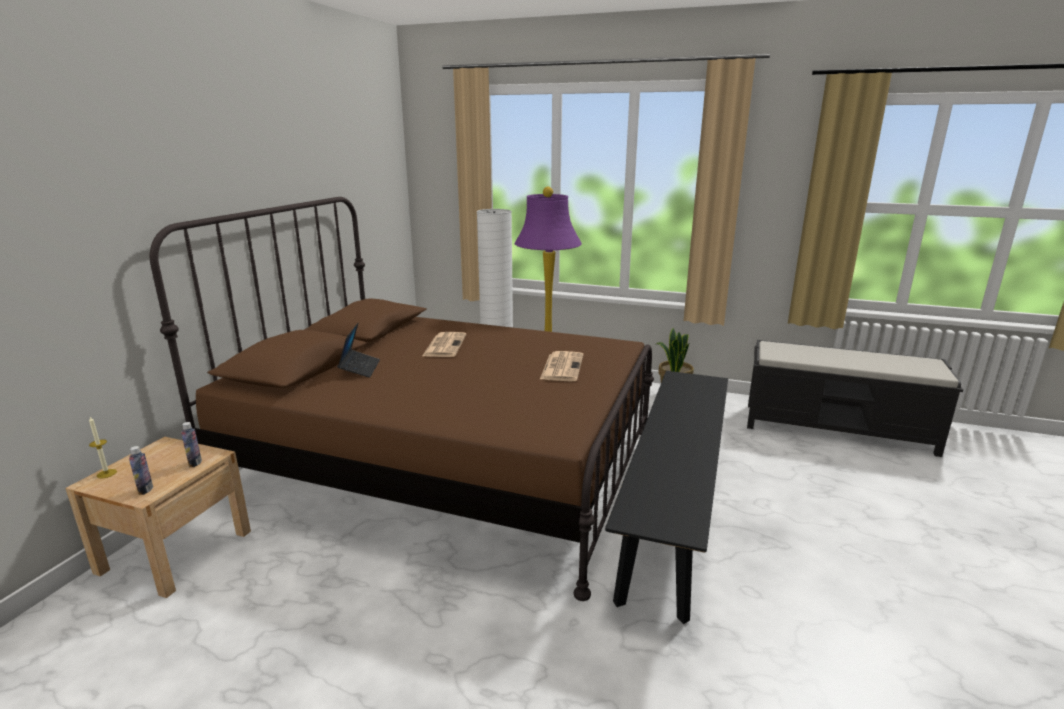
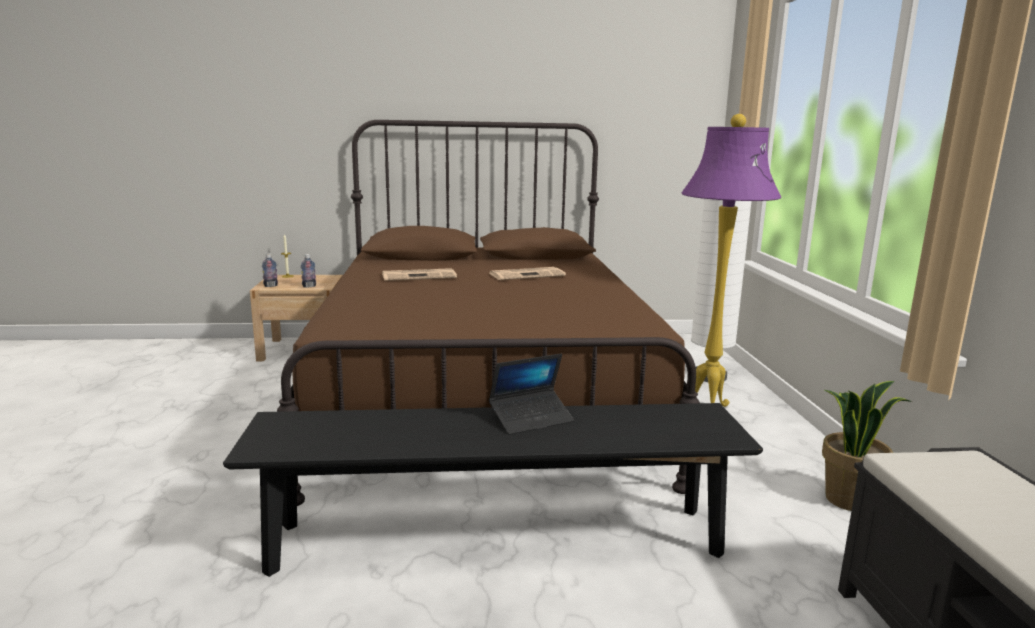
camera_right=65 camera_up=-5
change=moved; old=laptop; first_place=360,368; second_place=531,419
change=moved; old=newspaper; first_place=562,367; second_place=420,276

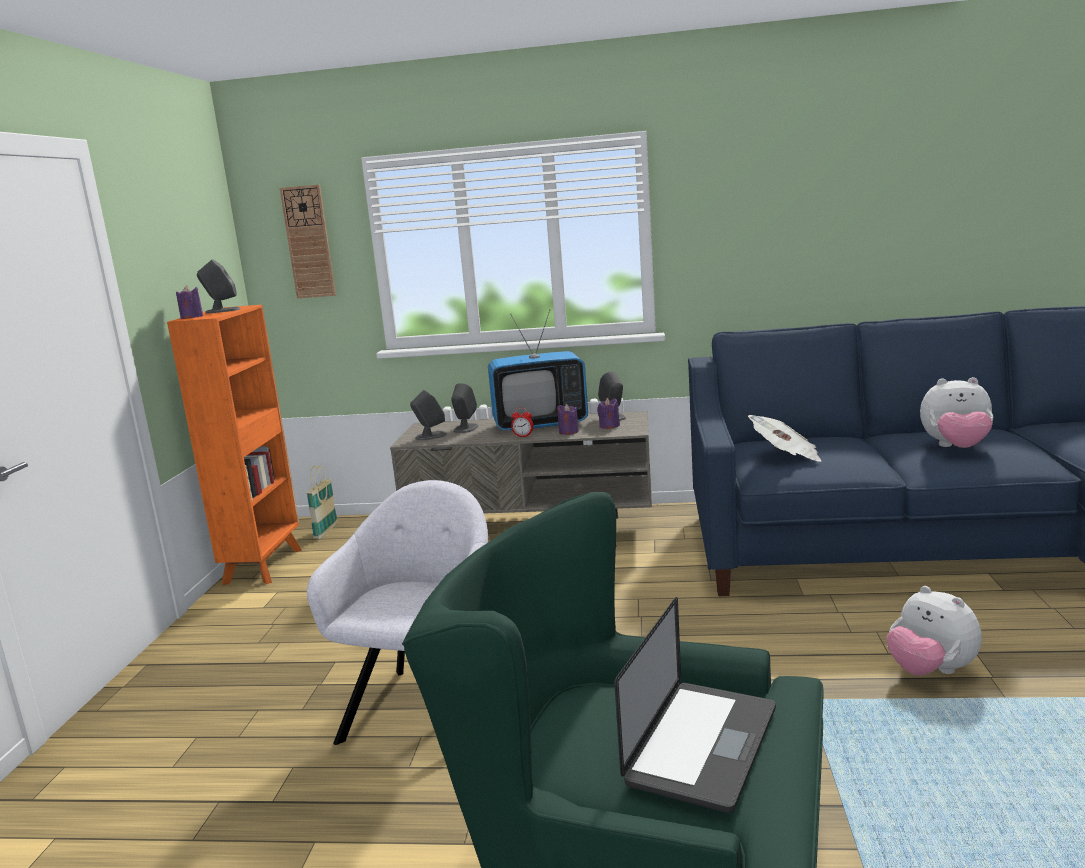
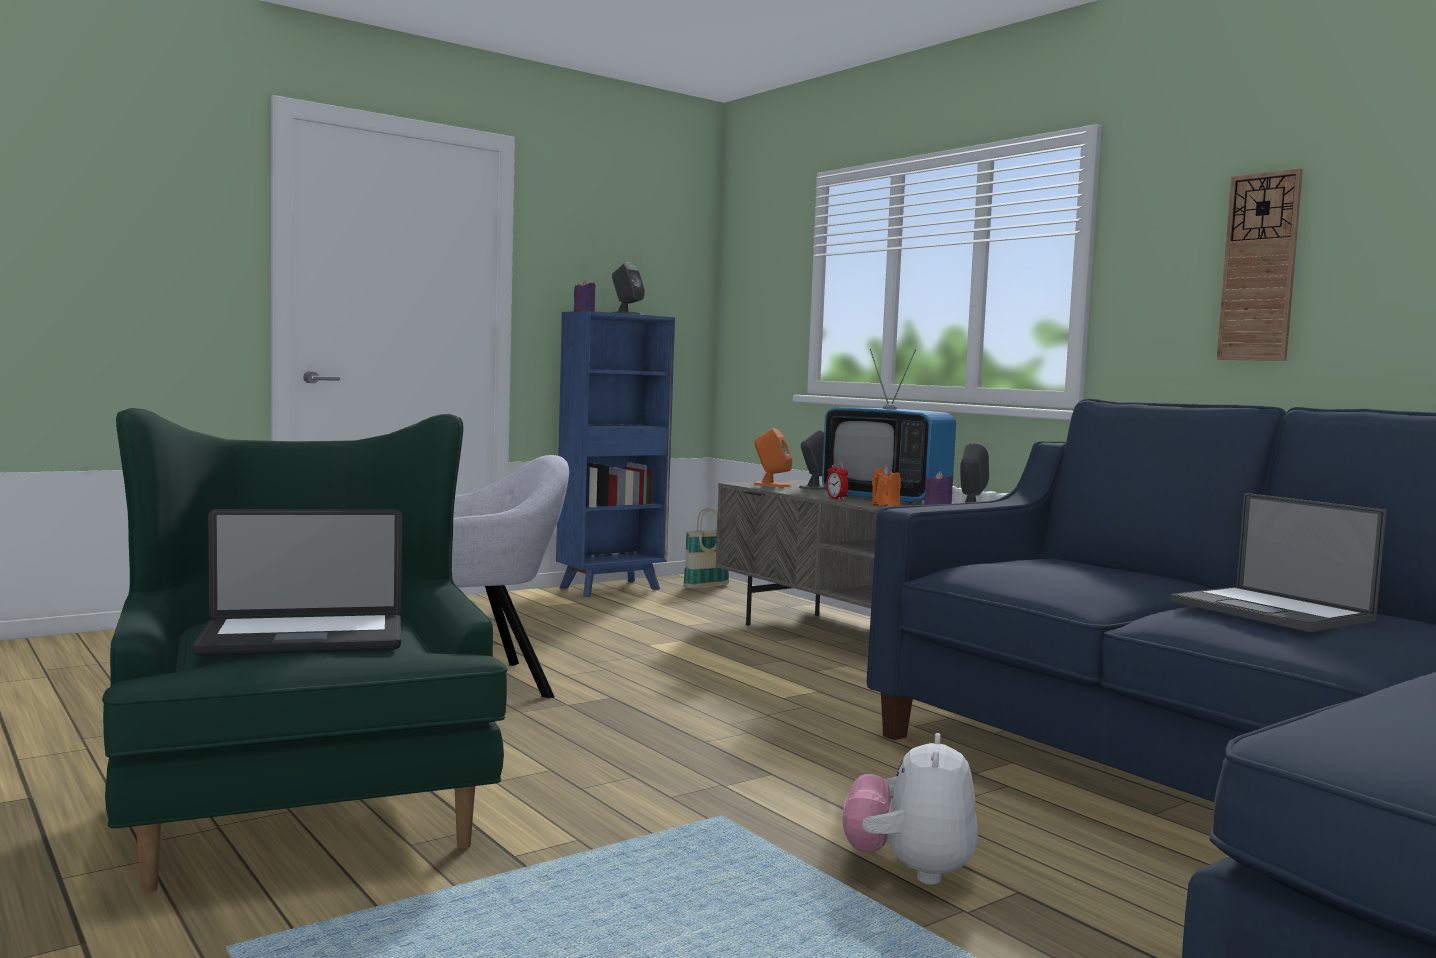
camera_right=45 camera_up=-10
change=removed; old=newspaper; first_place=786,456
change=moved; old=wall_clock; first_place=308,242; second_place=1259,267
change=replaced; old=plush_toy; new=laptop; first_place=956,448; second_place=1273,611
change=recoloured; old=orange_bookcase; new=blue_bookcase; first_place=264,565; second_place=612,588
change=recoloured; old=grey_speaker; new=orange_speaker; first_place=430,436; second_place=771,485
change=recoloured; old=purple_candle; new=orange_candle; first_place=568,432; second_place=885,505

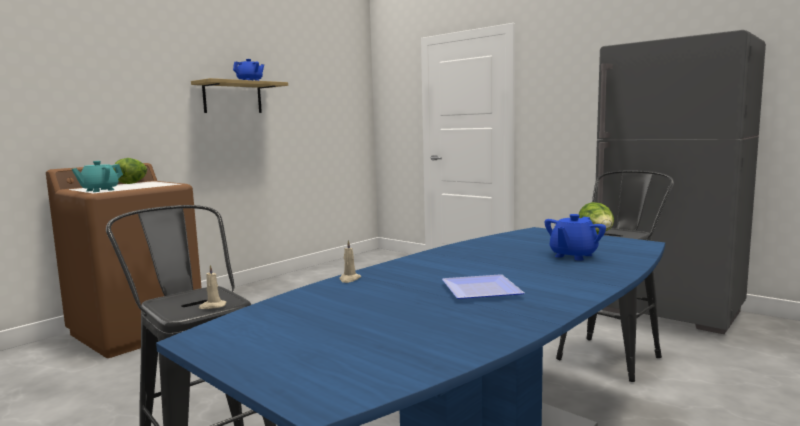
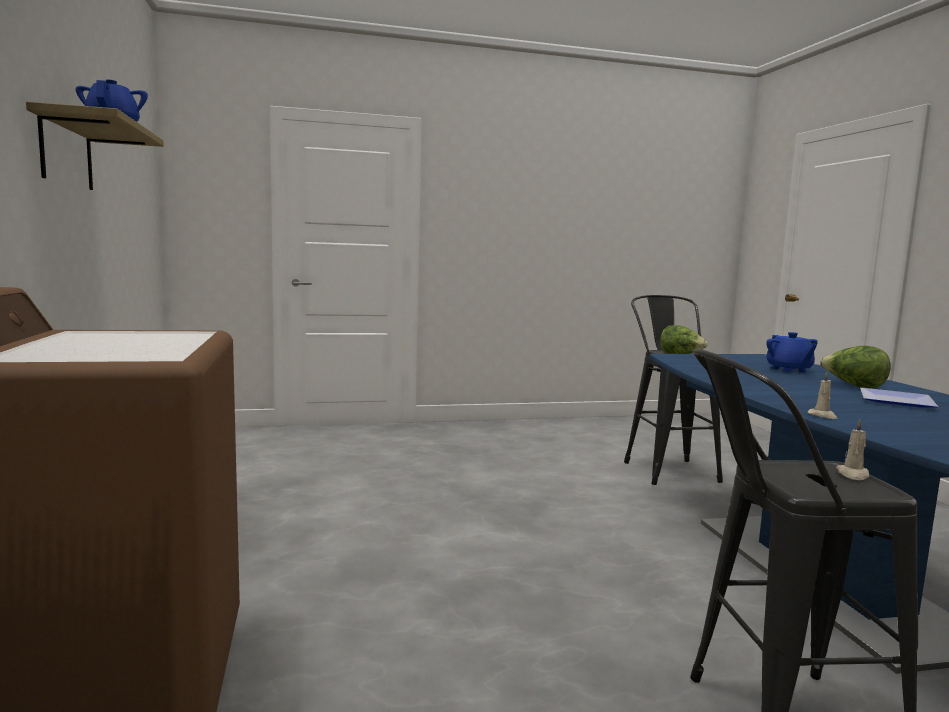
camera_right=-55 camera_up=0
change=removed; old=turquoise_teapot; first_place=99,190
change=removed; old=grey_fridge; first_place=668,313
change=moved; old=lettuce; first_place=132,183; second_place=853,386

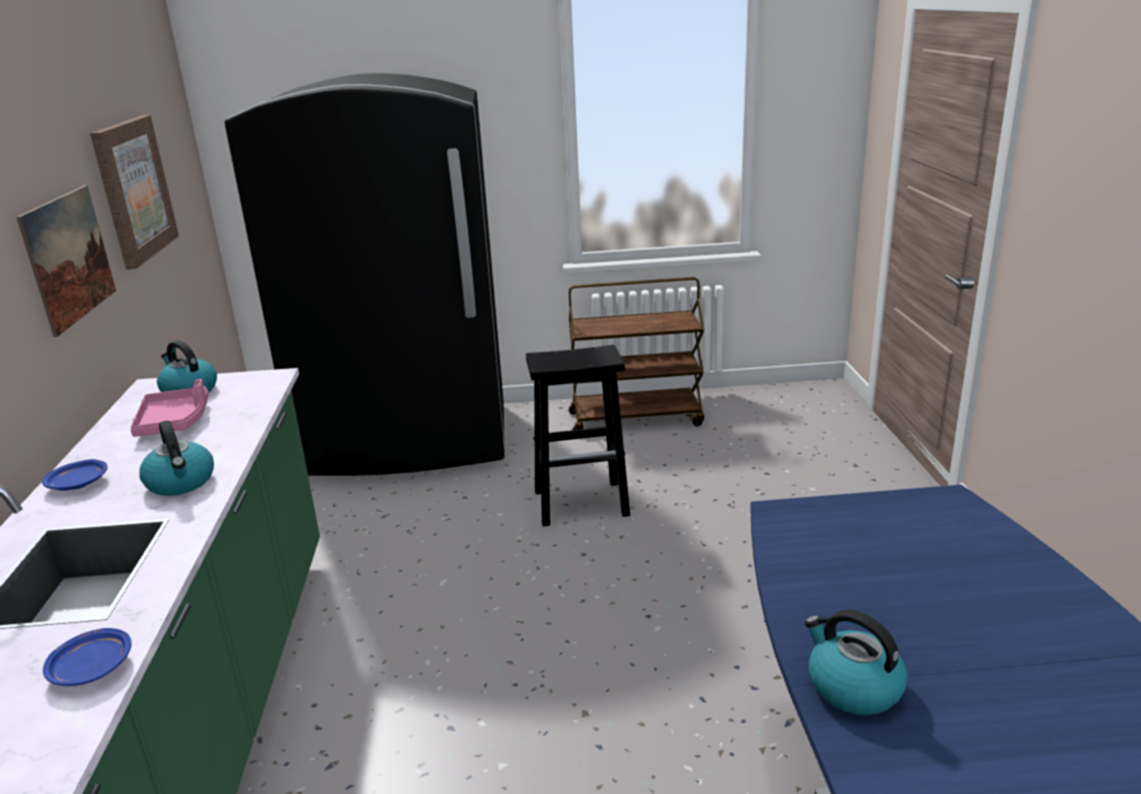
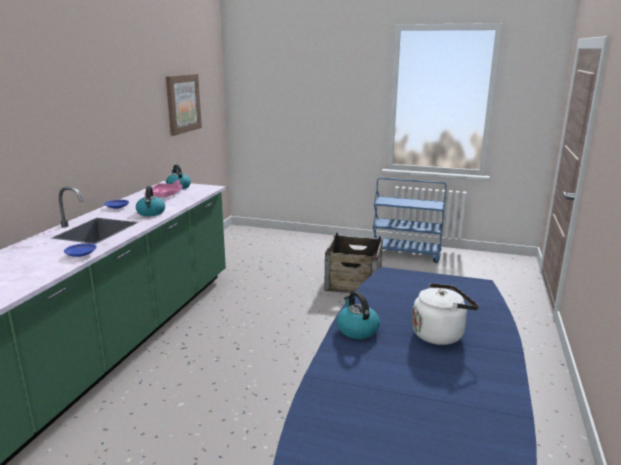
camera_right=20 camera_up=-5
change=removed; old=picture; first_place=69,257
change=removed; old=black_fridge; first_place=408,441
change=added; new=white_kettle; second_place=440,334
change=replaced; old=black_stool; new=crate; first_place=582,502; second_place=353,282
change=recoloured; old=brown_cart; new=blue_cart; first_place=636,418; second_place=406,254

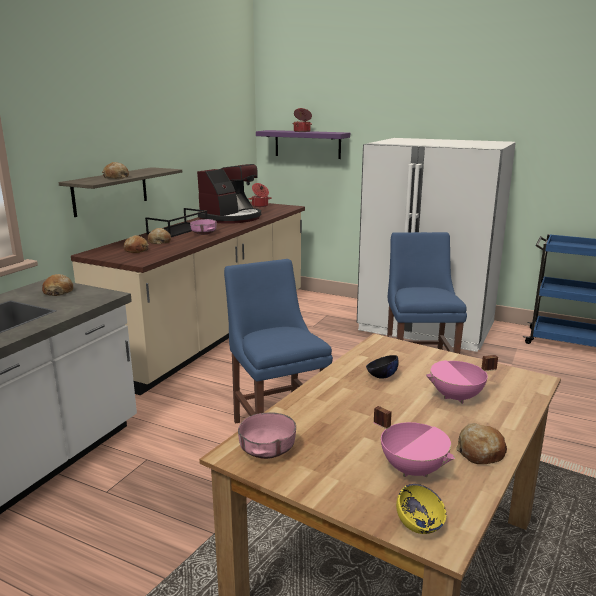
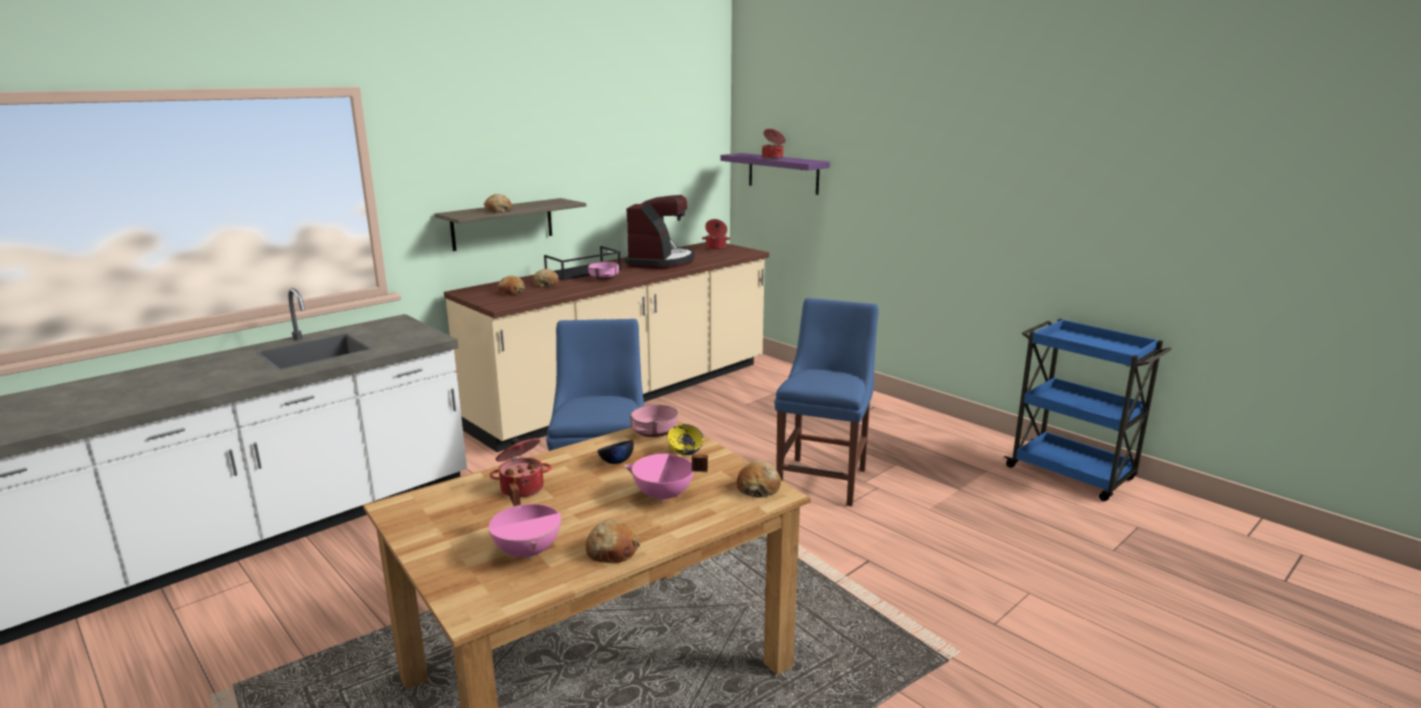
camera_right=20 camera_up=0
change=removed; old=white_fridge; first_place=426,327
change=added; new=cooking_pot; second_place=522,487
change=moved; old=bread; first_place=58,291; second_place=758,488
change=moved; old=pink_bowl; first_place=268,449; second_place=654,433
change=moved; old=yellow_bowl; first_place=419,526; second_place=685,453
change=turned; old=coffee_machine; first_place=231,218; second_place=660,261; degrees=-45

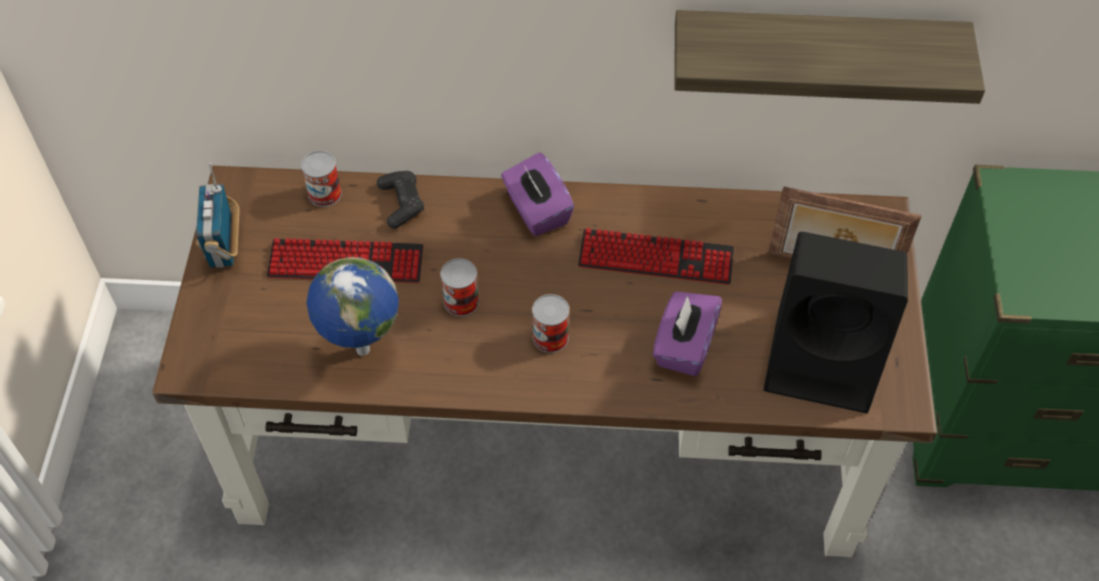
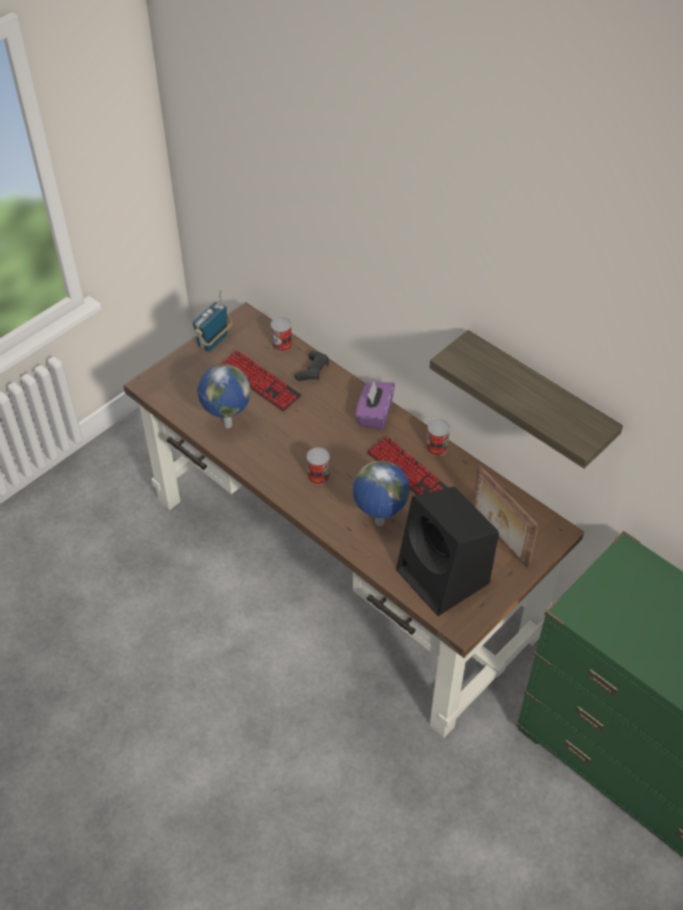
camera_right=40 camera_up=-5
change=moved; old=can; first_place=461,301; second_place=436,447
change=replaced; old=purple_tissue_box; new=globe; first_place=684,346; second_place=379,523

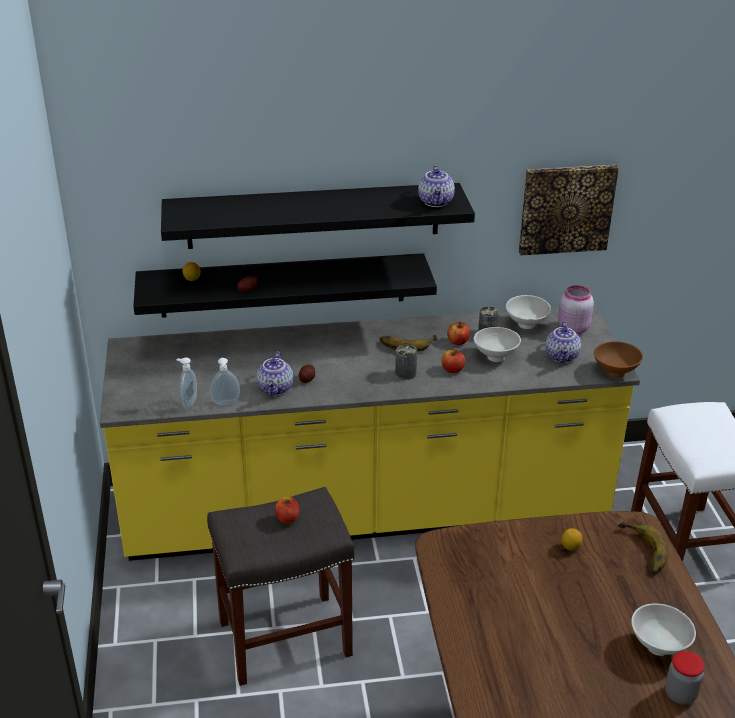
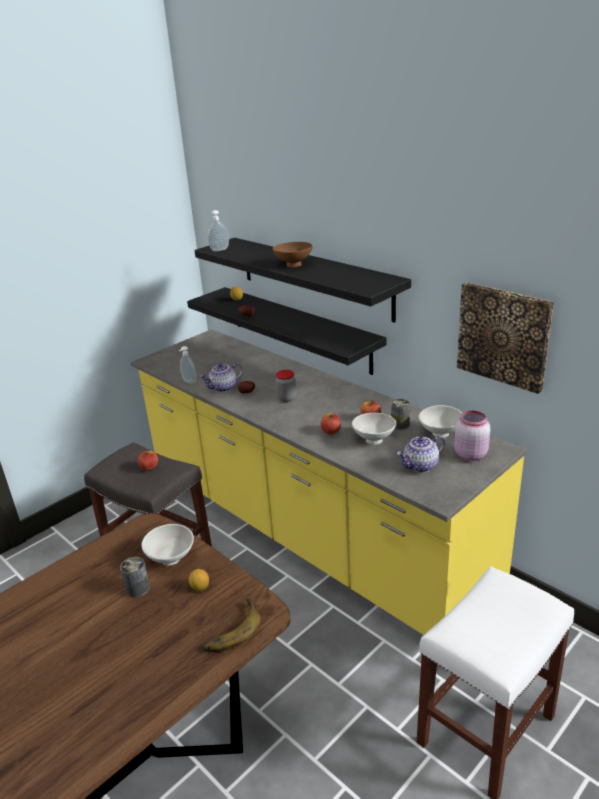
camera_right=55 camera_up=-5
change=removed; old=banana; first_place=407,343
change=removed; old=teapot; first_place=436,202
change=moved; old=soap_dispenser; first_place=188,402; second_place=219,249
change=moved; old=can; first_place=405,373; second_place=138,588
change=moved; old=brown_bowl; first_place=615,373; second_place=292,265
change=moved; old=white_bowl; first_place=658,645; second_place=172,558
change=moved; old=jar; first_place=680,694; second_place=286,398

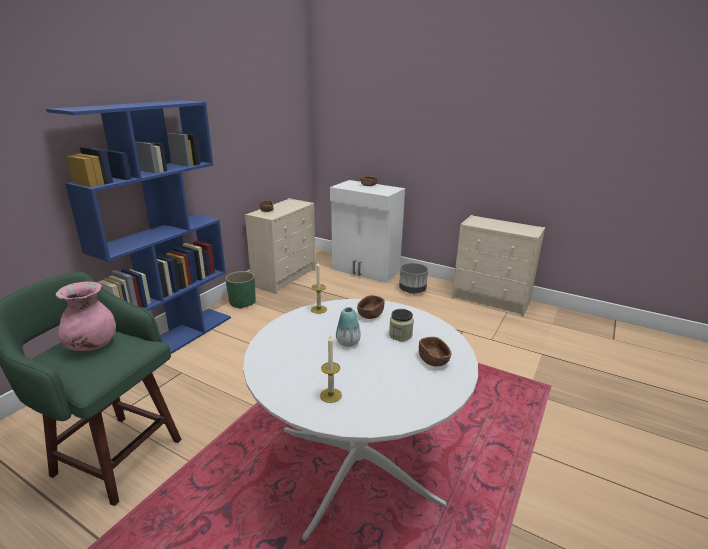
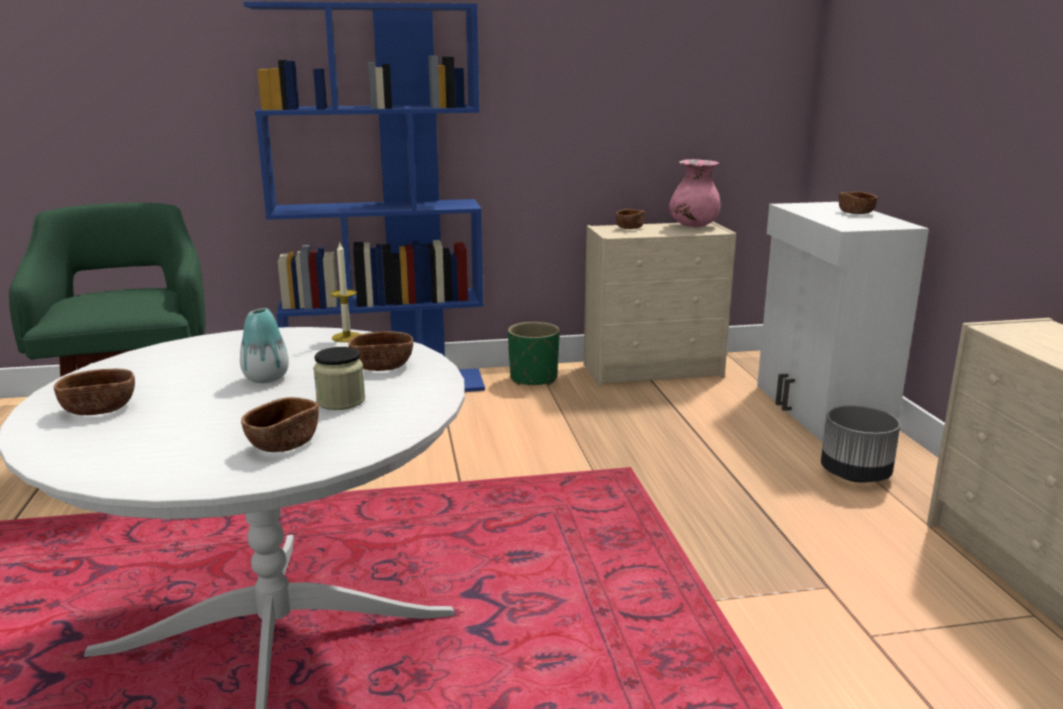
camera_right=50 camera_up=-5
change=moved; old=pink_vase; first_place=92,345; second_place=693,226
change=replaced; old=candle; new=brown_bowl; first_place=330,395; second_place=99,409

